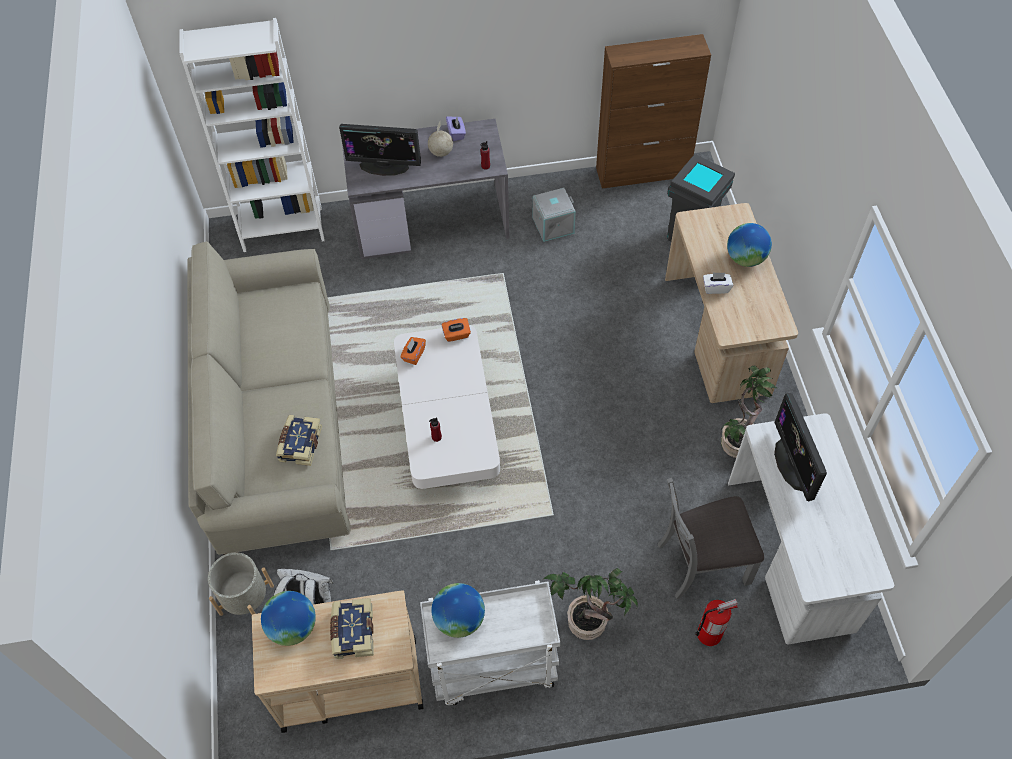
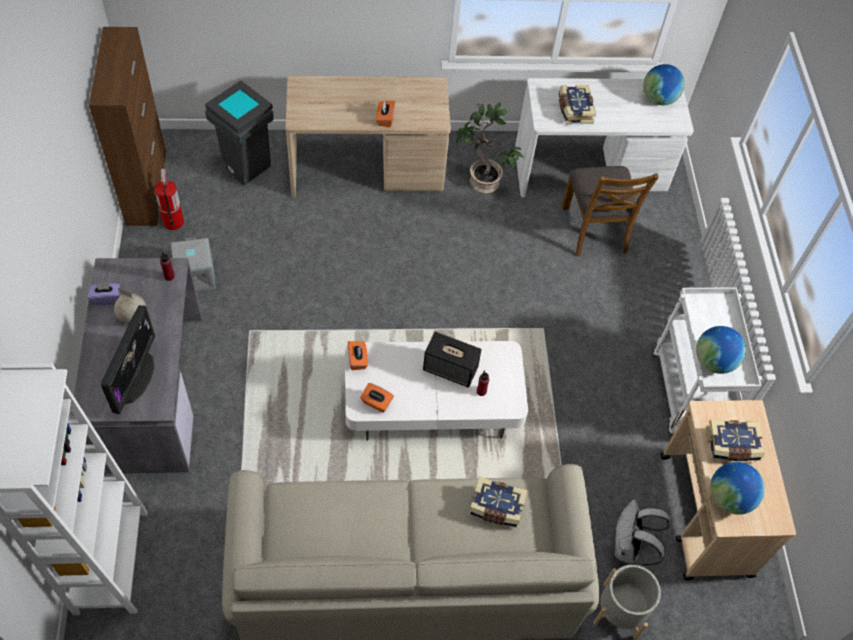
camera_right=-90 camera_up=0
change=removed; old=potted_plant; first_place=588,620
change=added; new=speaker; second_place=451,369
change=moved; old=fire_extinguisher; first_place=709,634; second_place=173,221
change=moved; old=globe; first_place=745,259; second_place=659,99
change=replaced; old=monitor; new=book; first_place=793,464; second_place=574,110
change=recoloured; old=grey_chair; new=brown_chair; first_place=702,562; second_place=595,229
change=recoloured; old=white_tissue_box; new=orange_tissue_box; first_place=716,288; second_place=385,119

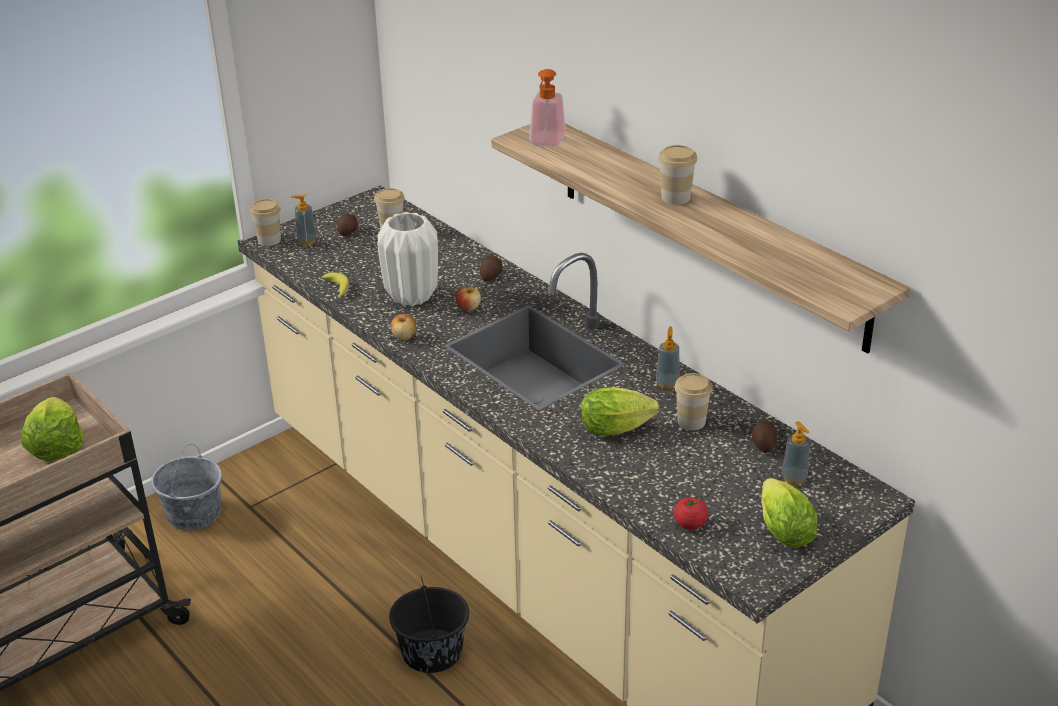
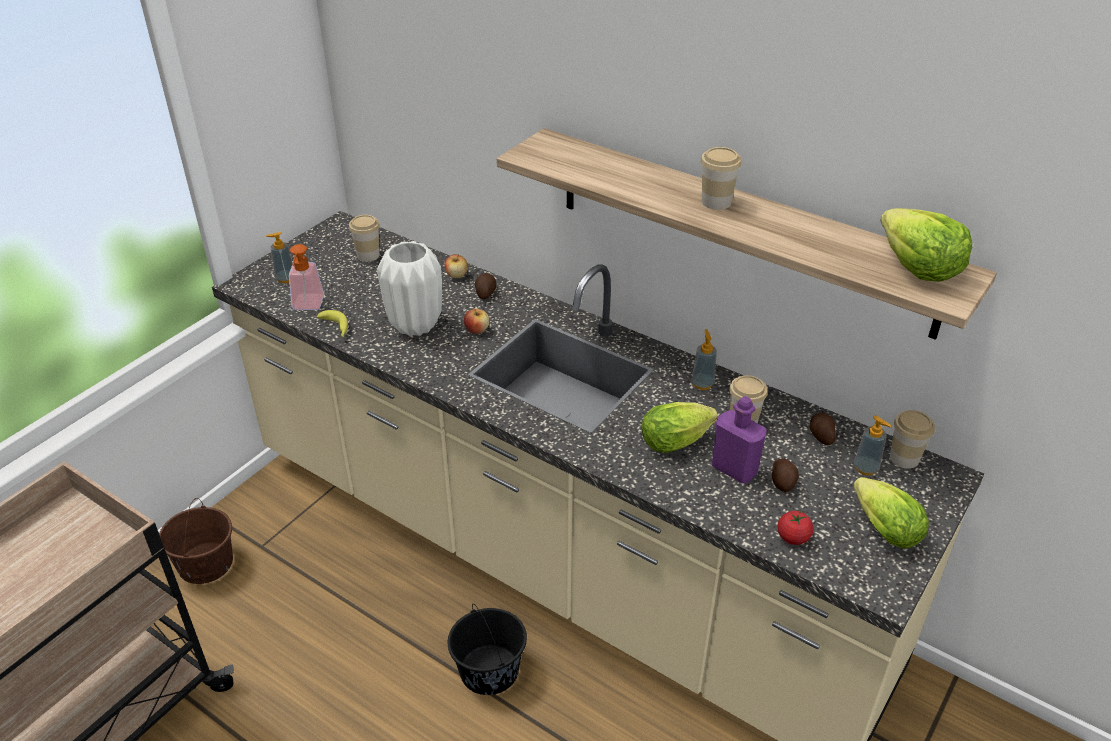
camera_right=-15 camera_up=5
change=added; new=purple_bottle; second_place=734,469
change=moved; old=lettuce; first_place=56,446; second_place=918,267
change=moved; old=cup; first_place=269,240; second_place=904,458
change=moved; old=potato; first_place=348,232; second_place=783,482
change=moved; old=apple; first_place=404,337; second_place=457,275
change=moved; old=soap_dispenser; first_place=546,142; second_place=307,306
change=recoloured; old=grey_bucket; new=brown_bucket; first_place=194,513; second_place=206,563

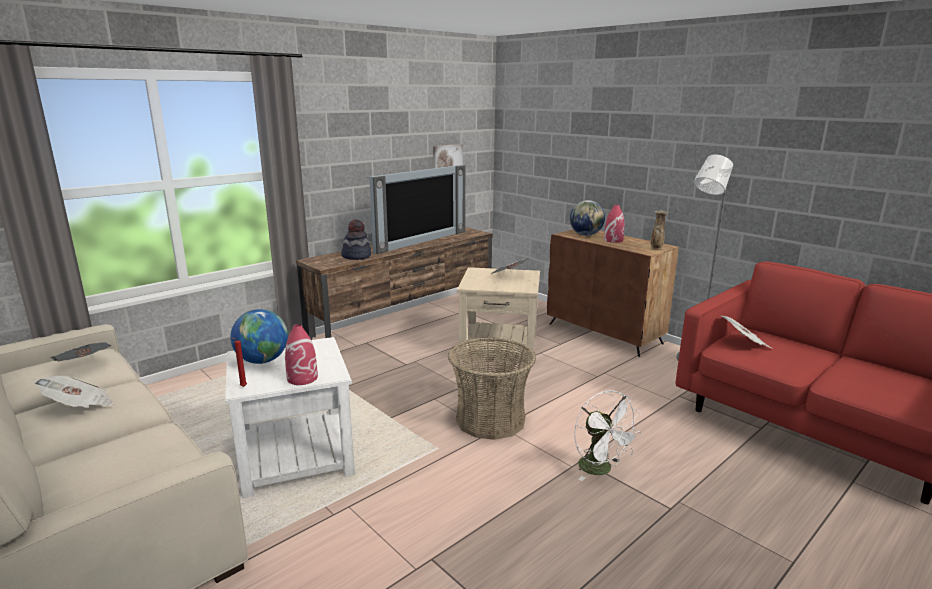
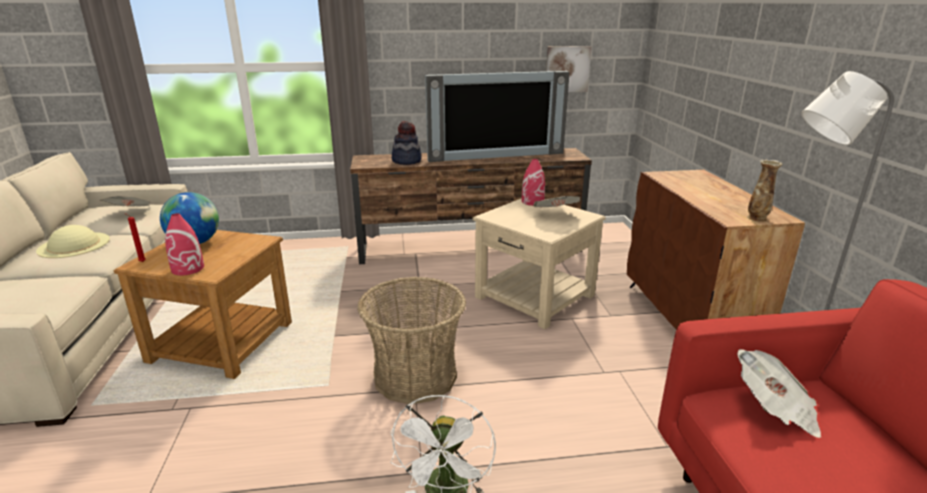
camera_right=35 camera_up=5
change=removed; old=globe; first_place=586,235
change=moved; old=red_vase; first_place=613,240; second_place=532,201
change=replaced; old=newspaper; new=beige_hat; first_place=80,407; second_place=74,245
change=recoloured; old=white_side_table; new=brown_side_table; first_place=295,456; second_place=222,341

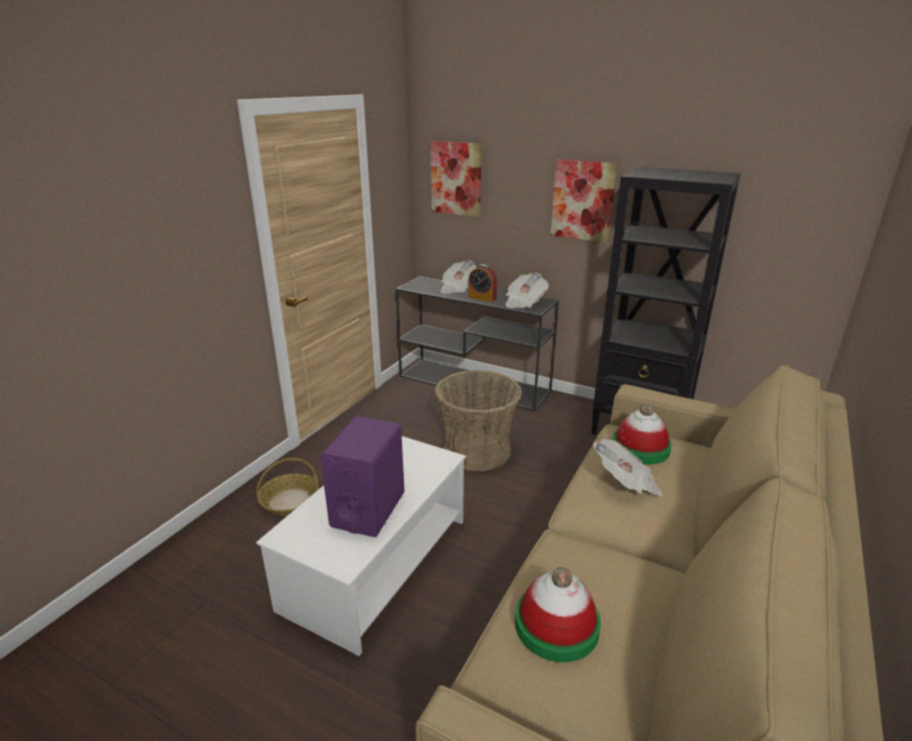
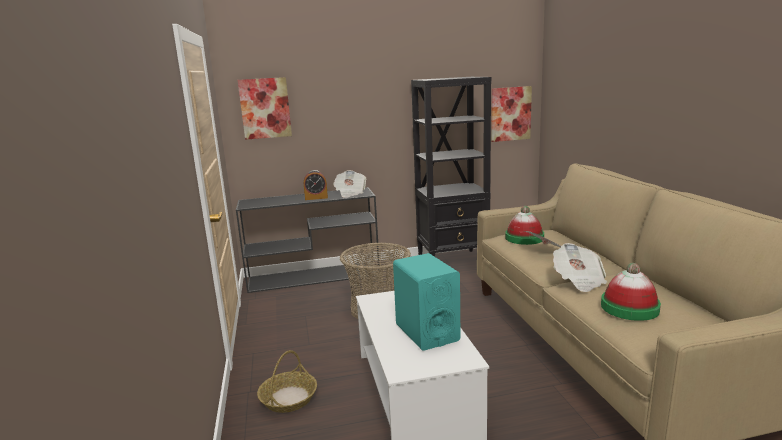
camera_right=-40 camera_up=-10
change=moved; old=newspaper; first_place=458,288; second_place=578,280
change=moved; old=picture; first_place=583,200; second_place=510,114
change=recoloured; old=purple_speaker; new=turquoise_speaker; first_place=368,509; second_place=426,332

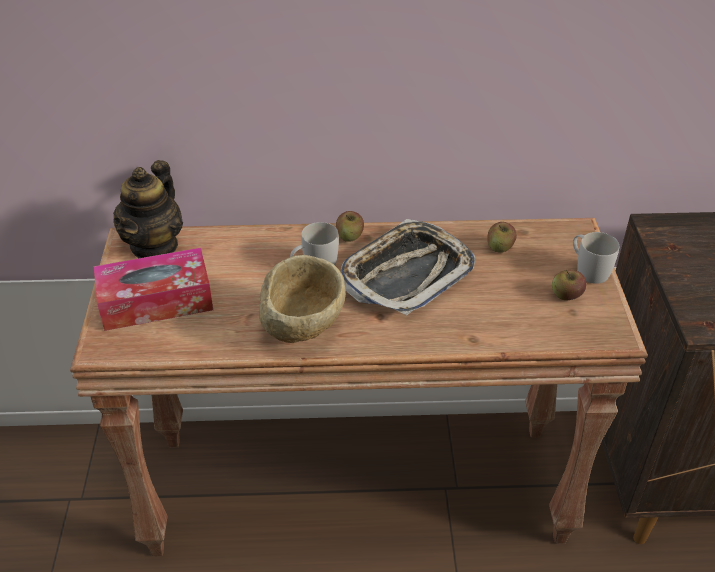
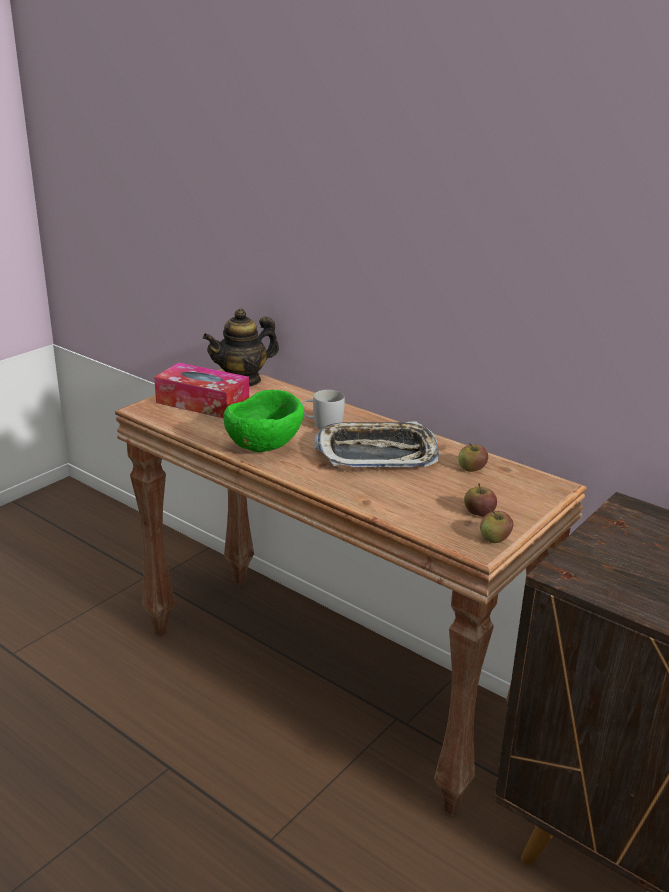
camera_right=40 camera_up=-15
change=removed; old=white_mug; first_place=588,269
change=moved; old=apple; first_place=349,236; second_place=495,539
change=recoloured; old=beige_bowl; new=green_bowl; first_place=303,329; second_place=264,449

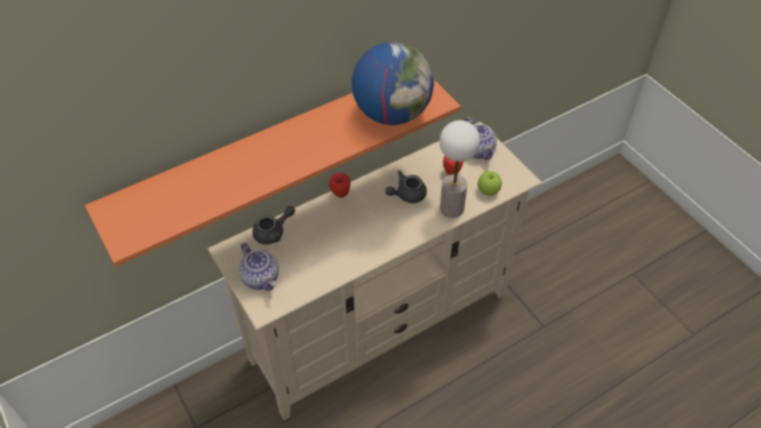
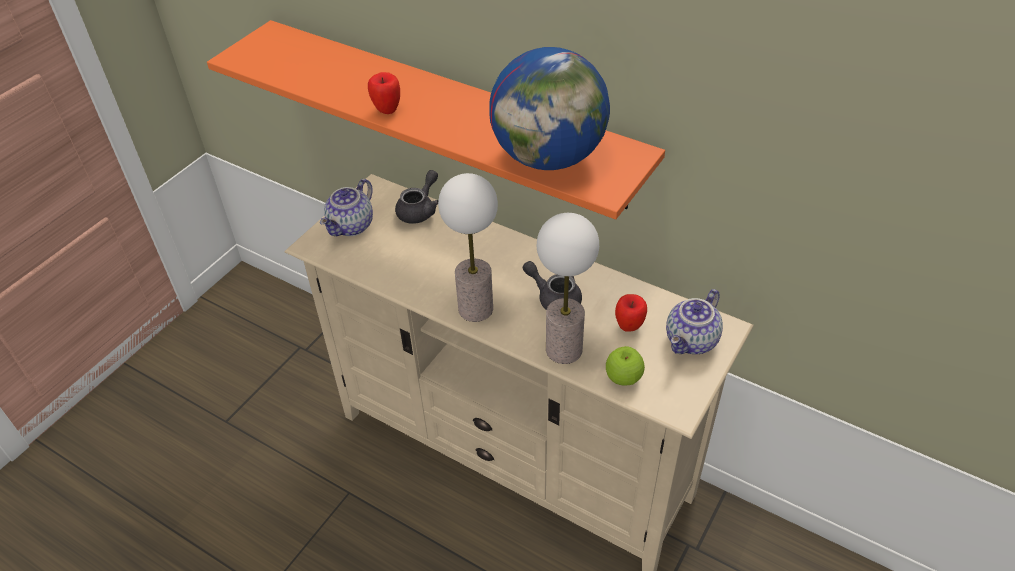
camera_right=65 camera_up=-5
change=added; new=table_lamp; second_place=476,308
change=moved; old=apple; first_place=340,194; second_place=387,110
change=turned; old=grey_teapot; first_place=273,232; second_place=420,210; degrees=-90

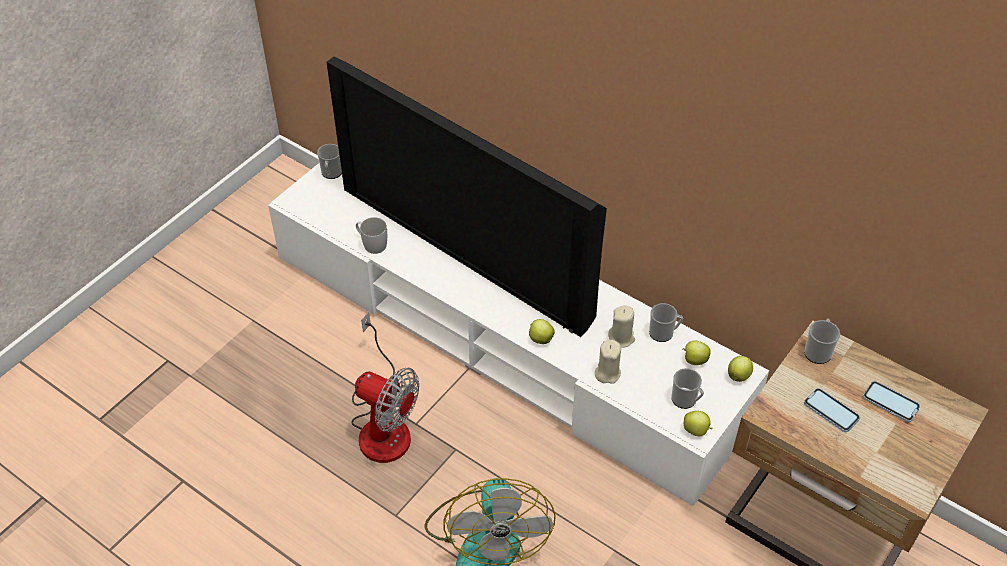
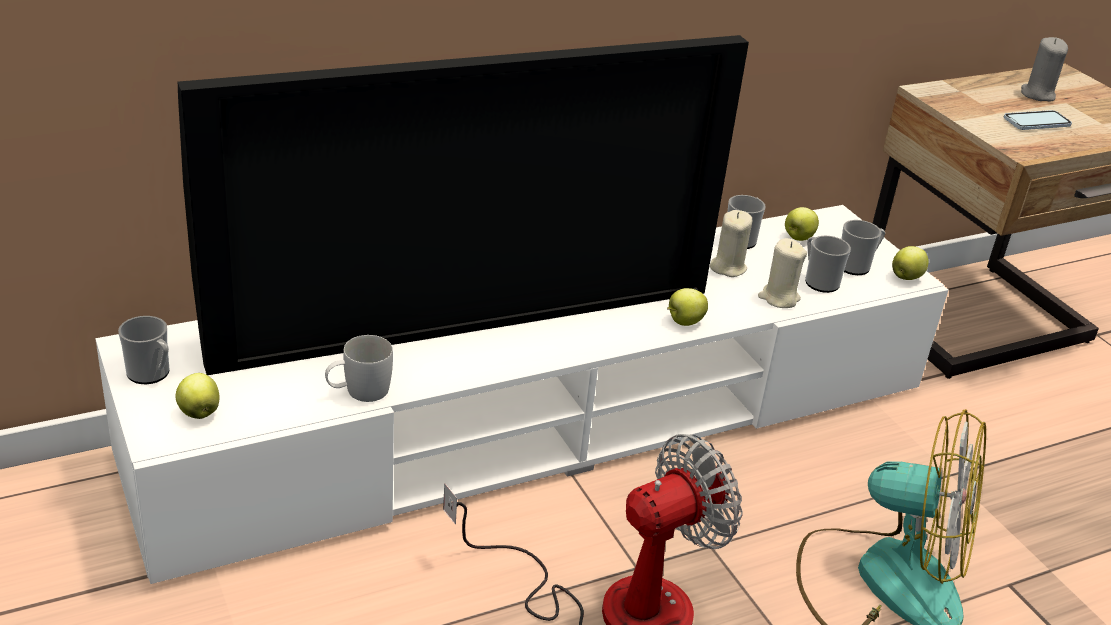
camera_right=-65 camera_up=-15
change=moved; old=apple; first_place=738,375; second_place=199,412
change=moved; old=mug; first_place=818,351; second_place=818,281
change=replaced; old=phone; new=grey_candle; first_place=890,402; second_place=1037,94

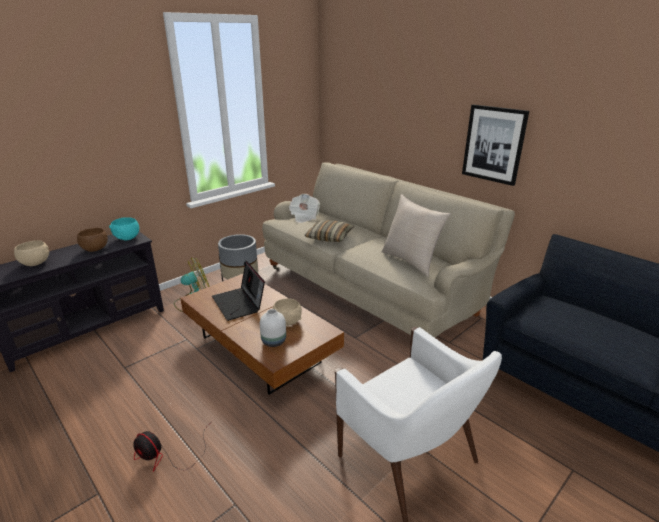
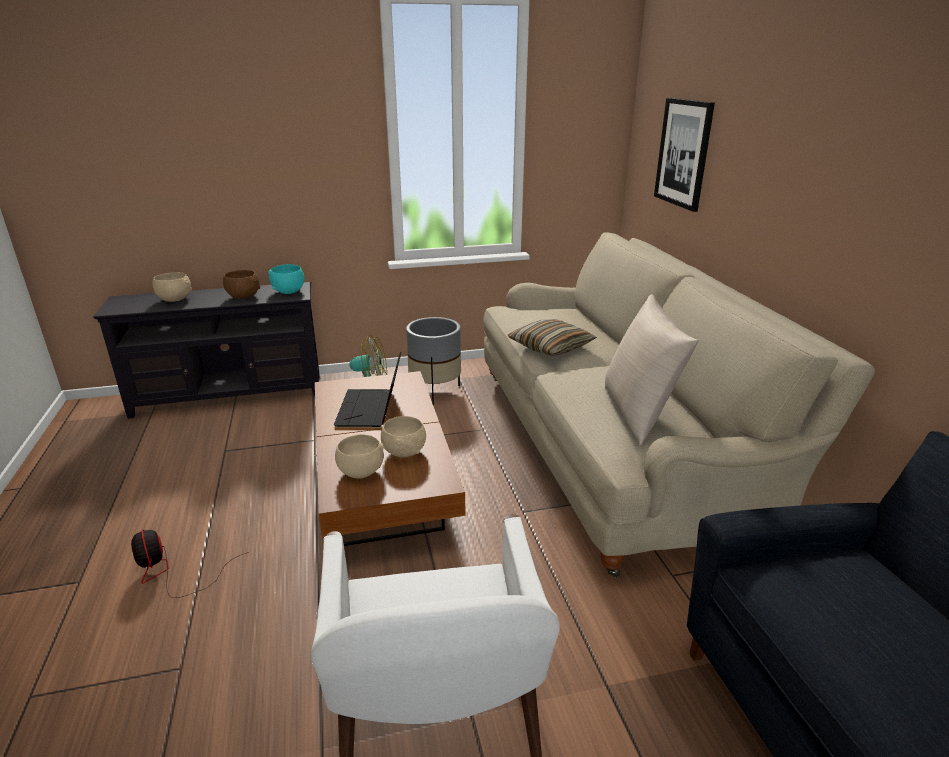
camera_right=30 camera_up=0
change=removed; old=newspaper; first_place=304,217
change=moved; old=picture; first_place=494,144; second_place=683,153
change=replaced; old=white_vase; new=beige_bowl; first_place=273,342; second_place=360,472

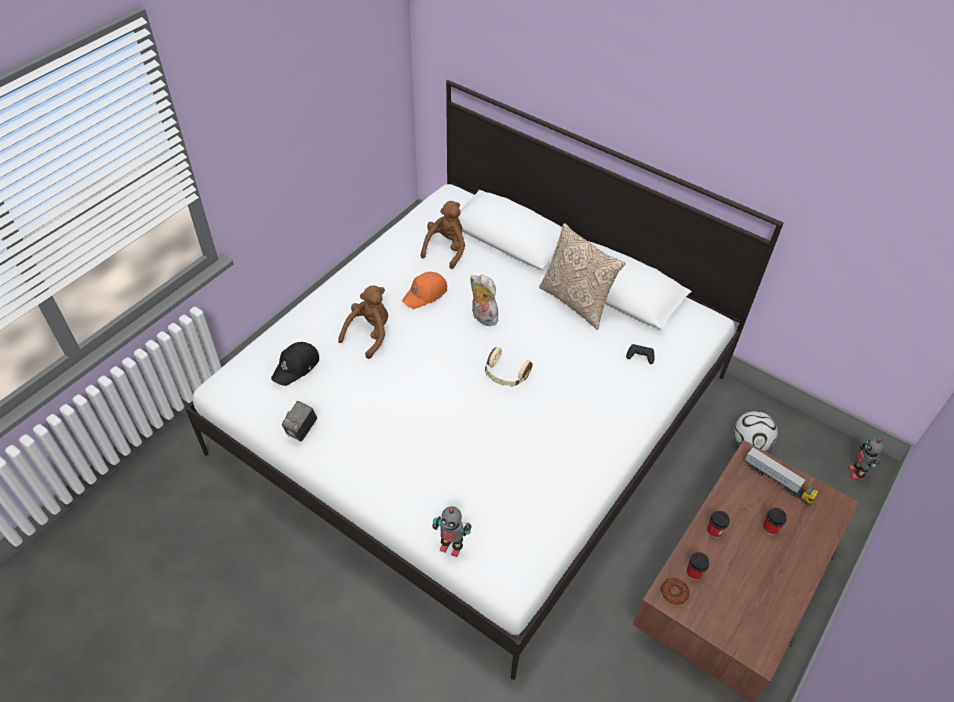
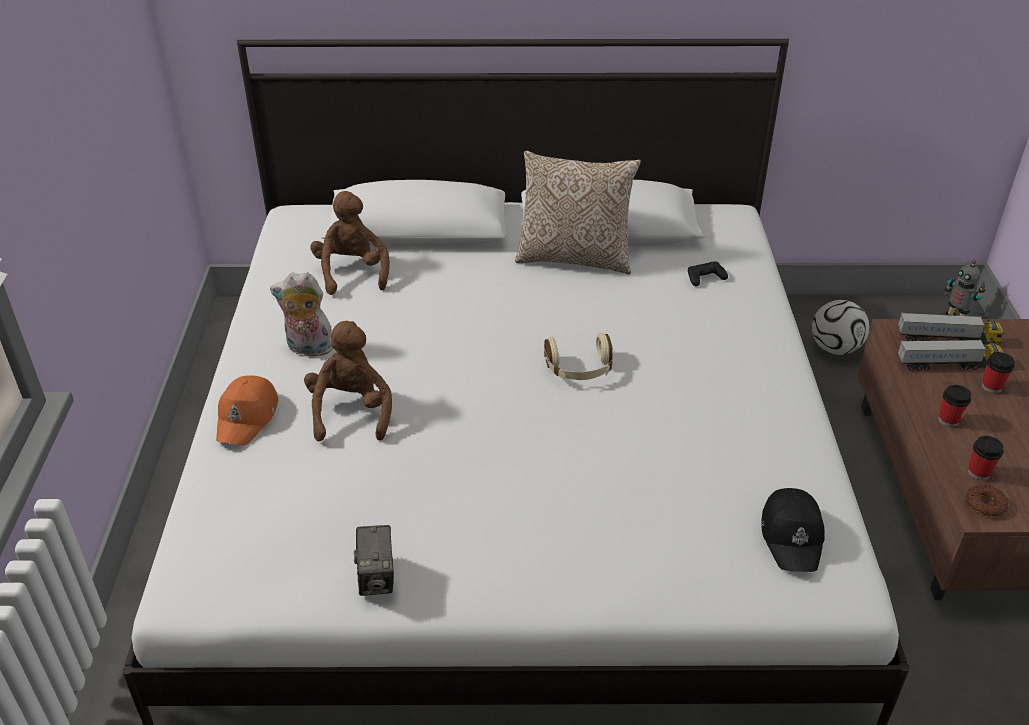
camera_right=-35 camera_up=-10
change=removed; old=toy_robot; first_place=451,547
change=added; new=toy_truck; second_place=947,365
change=moved; old=black_cap; first_place=296,367; second_place=792,536
change=moved; old=orange_cap; first_place=425,294; second_place=248,417
change=moved; old=plush_toy; first_place=482,318; second_place=308,349

